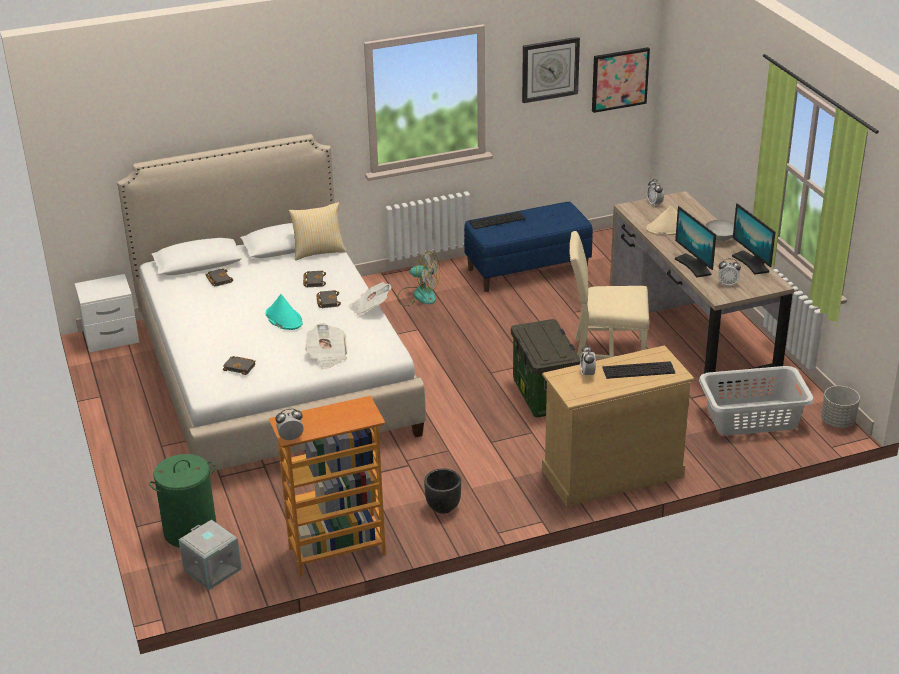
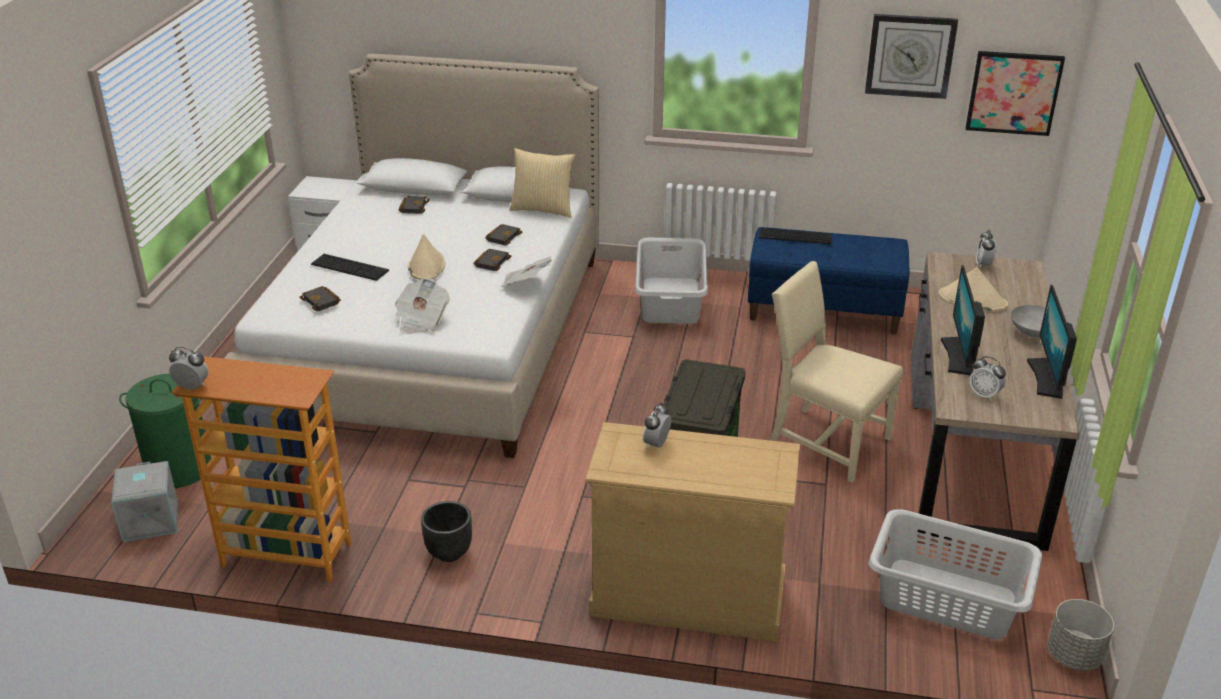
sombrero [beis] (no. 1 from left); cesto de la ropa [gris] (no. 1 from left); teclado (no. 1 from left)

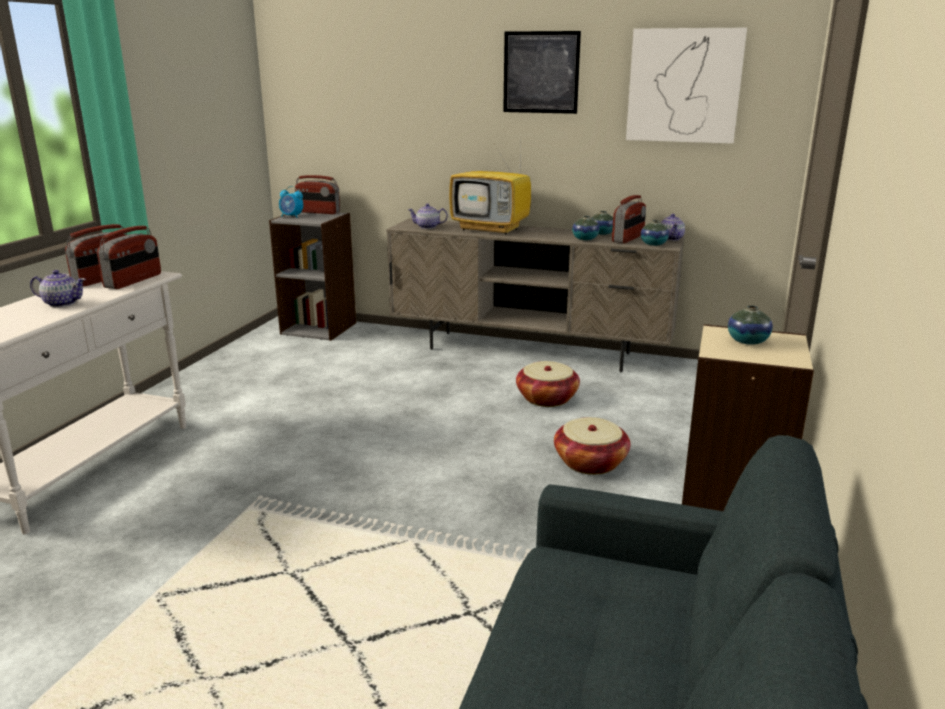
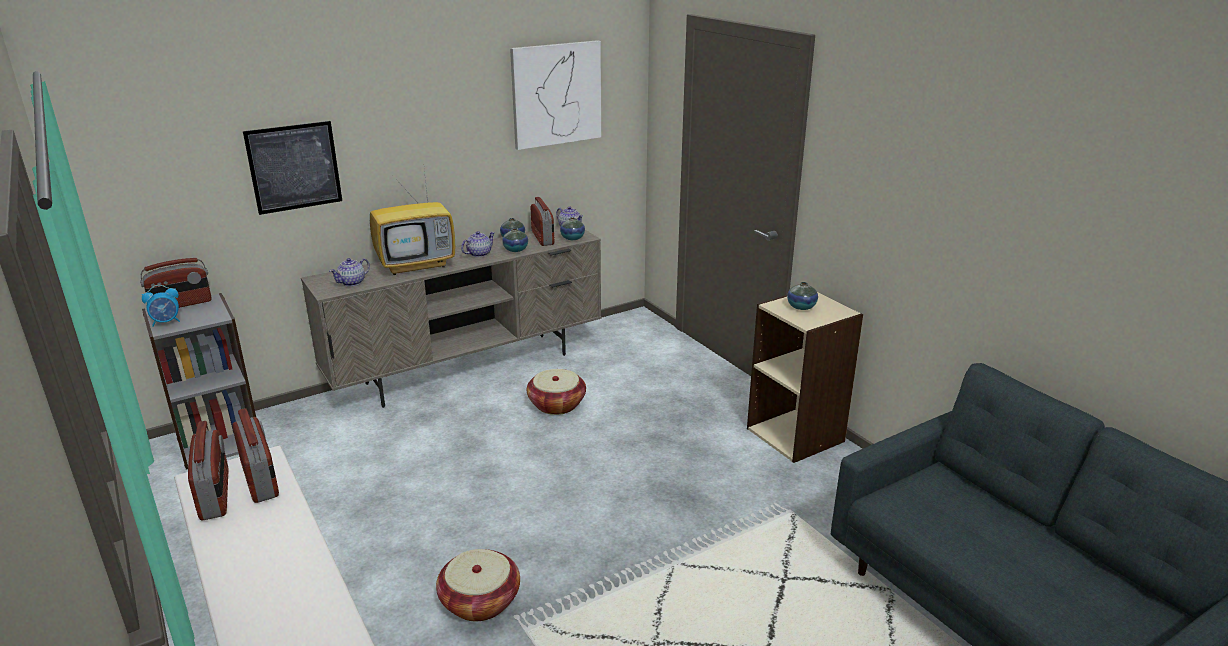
tetera (no. 2 from left); cuadro (no. 1 from left); cesta (no. 1 from left)

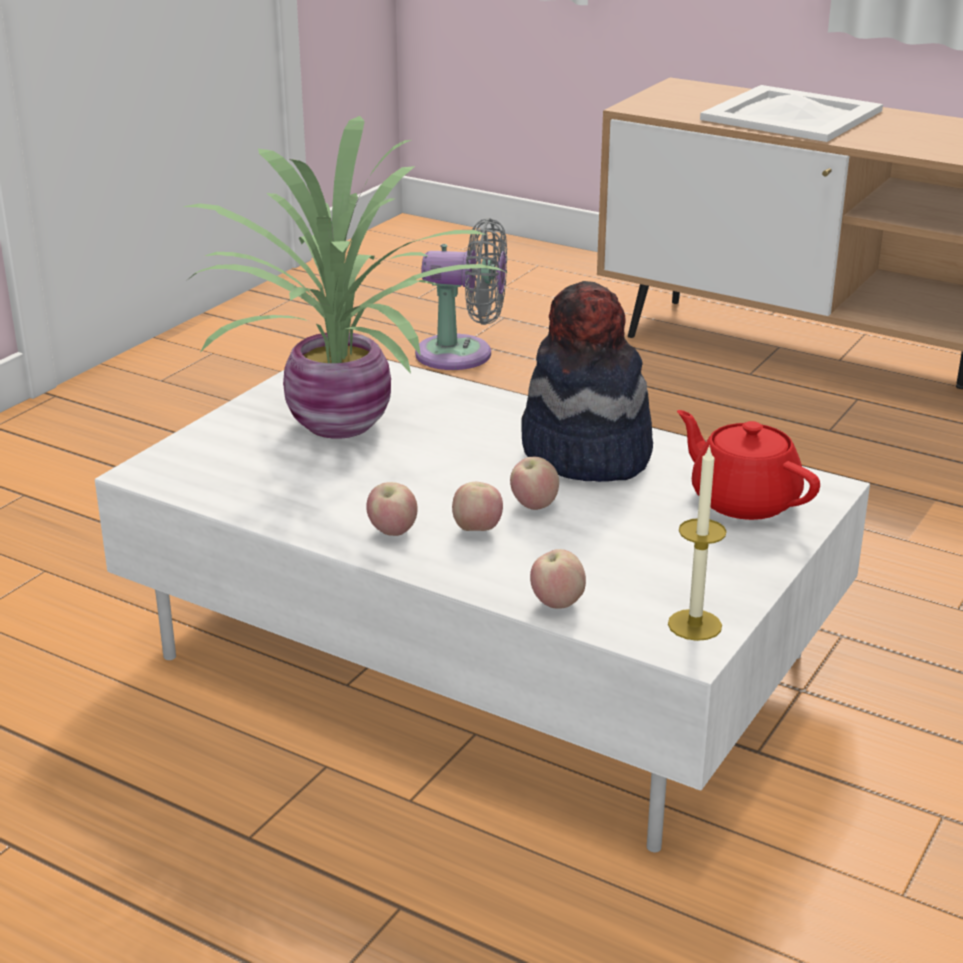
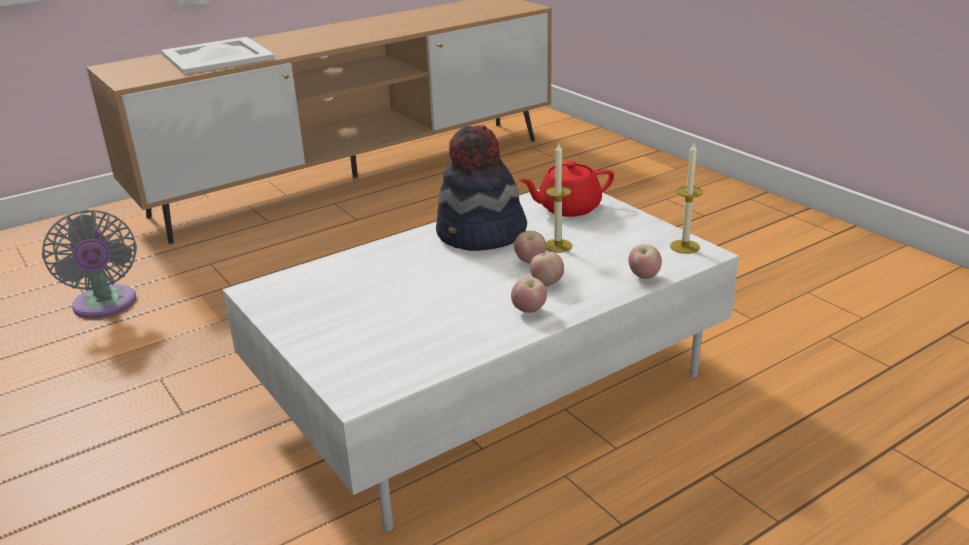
planta en maceta; ventilador [gris]; vela (no. 1 from left)

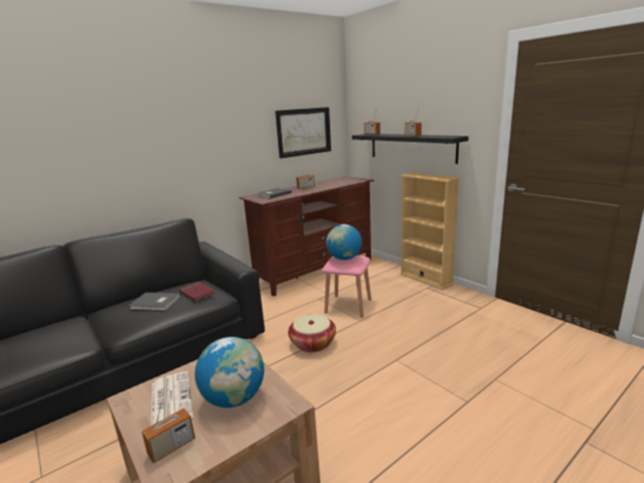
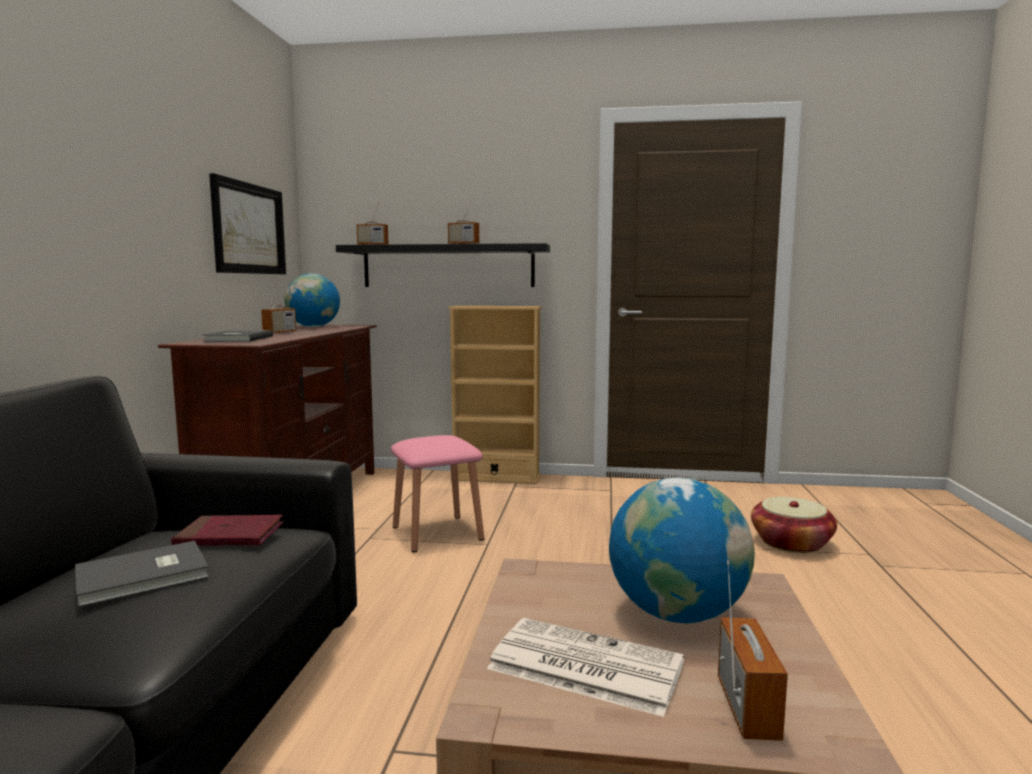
cesta; globo terráqueo (no. 1 from left)

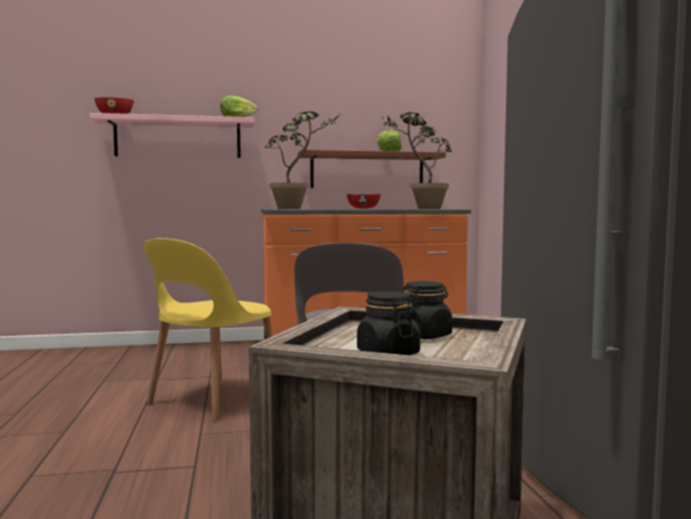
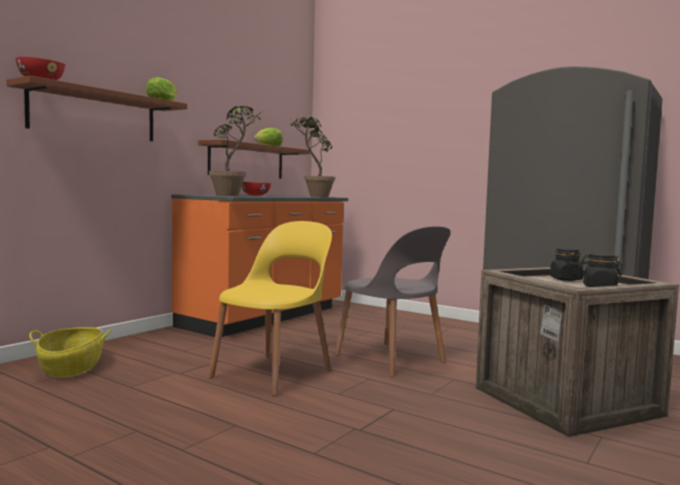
estante [marrón] (no. 1 from left); silla [amarillo]; cesta

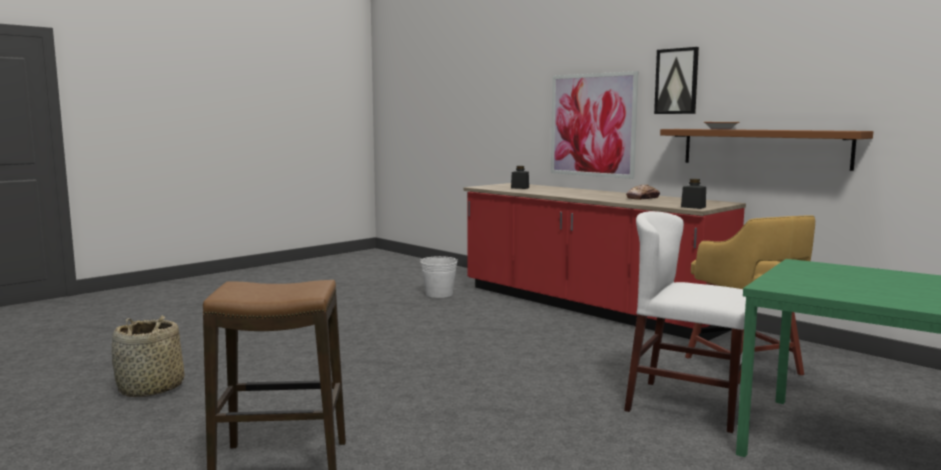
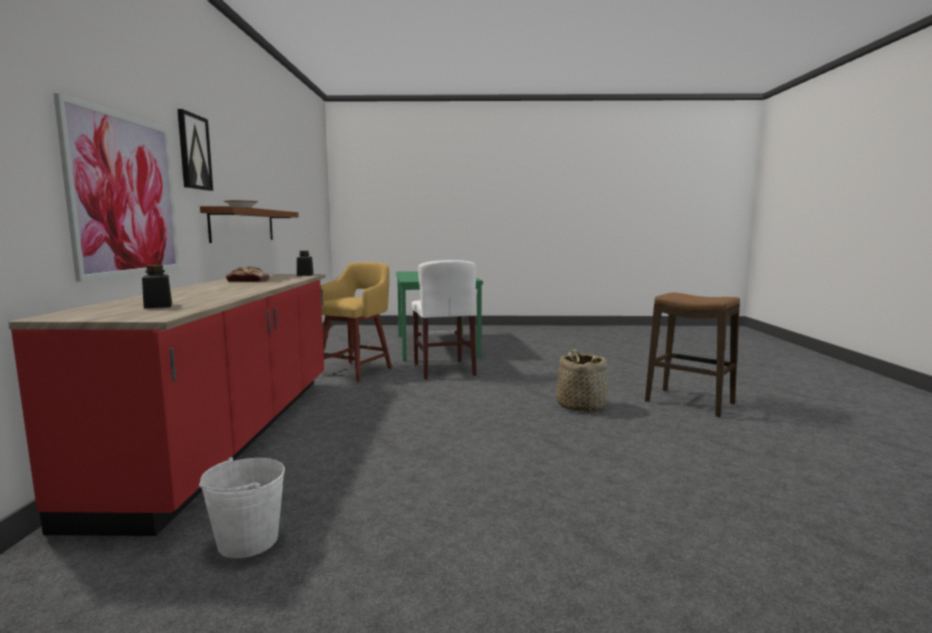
cesta

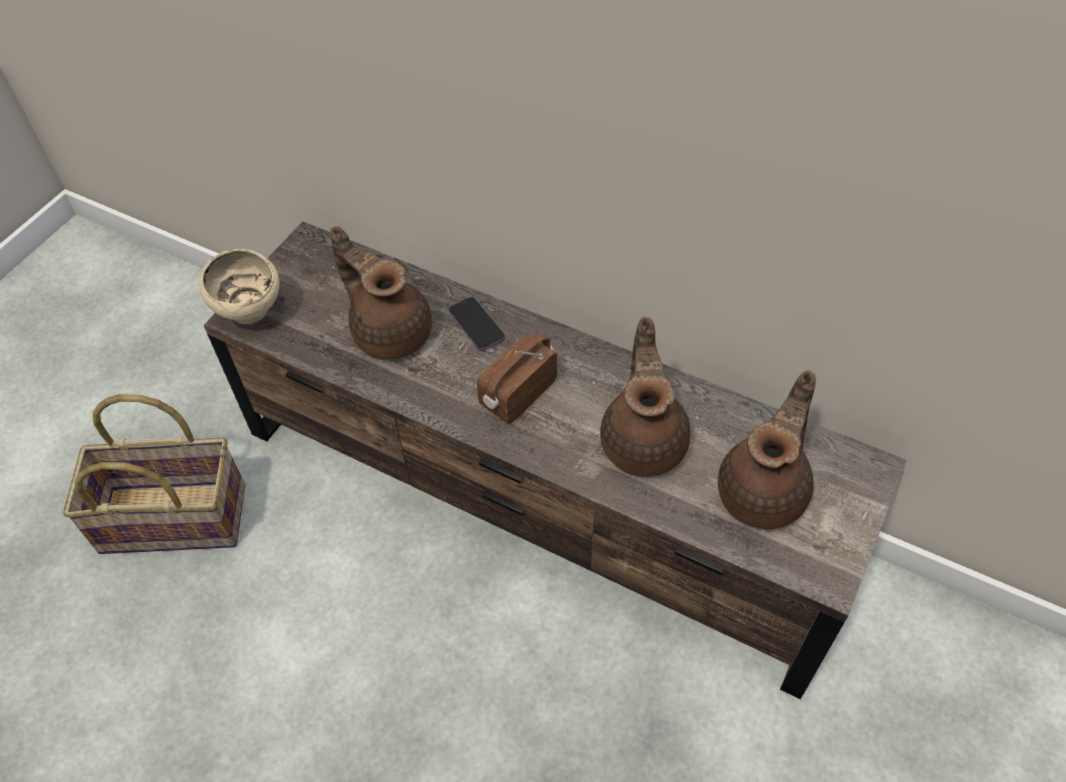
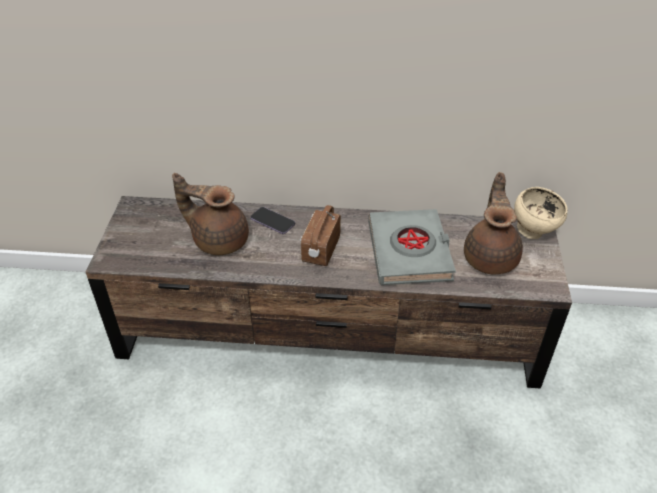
cesta; cuenco [beis]; libro [gris]

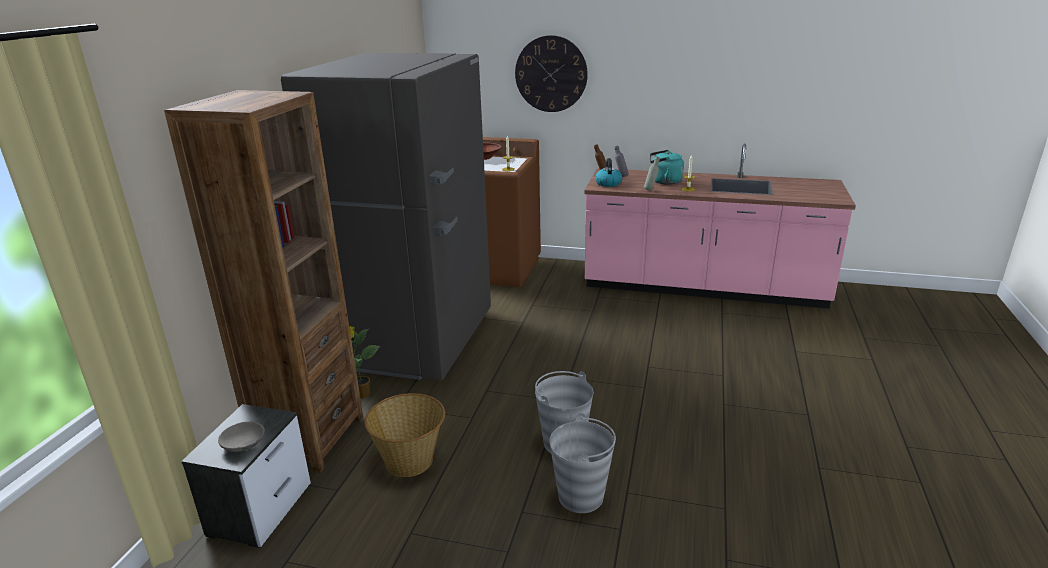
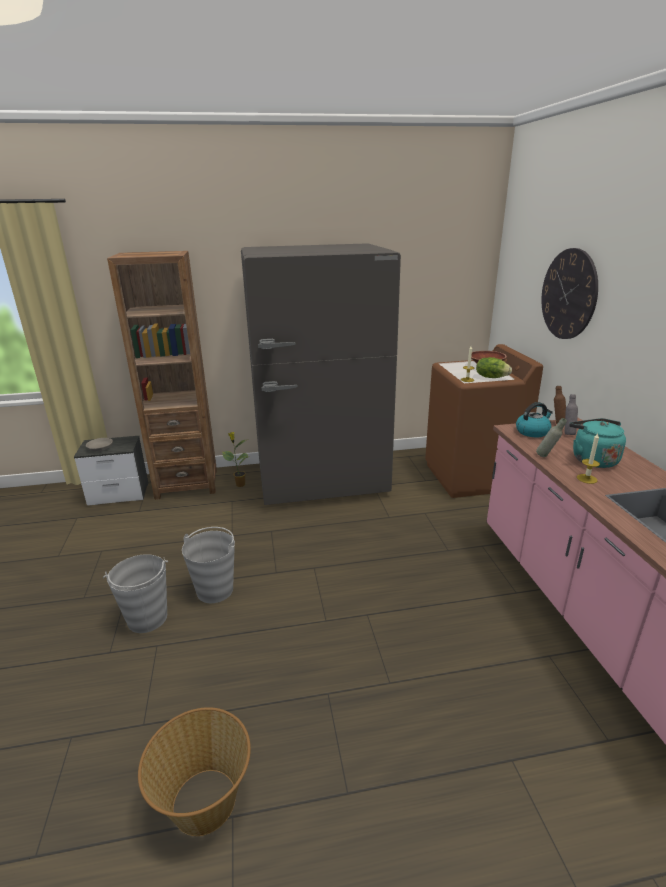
cesta; lechuga

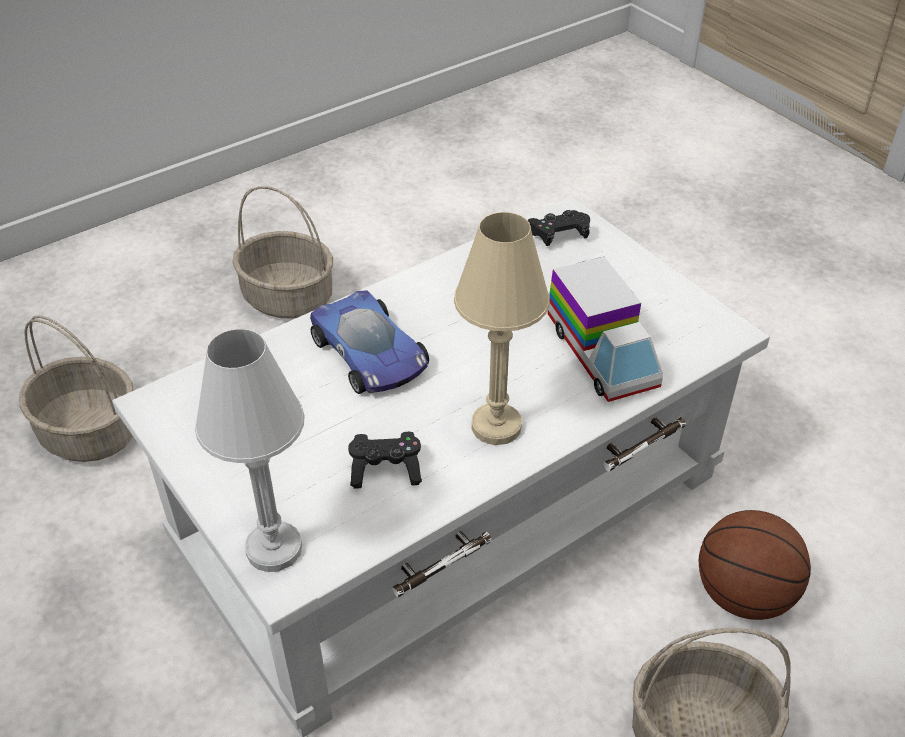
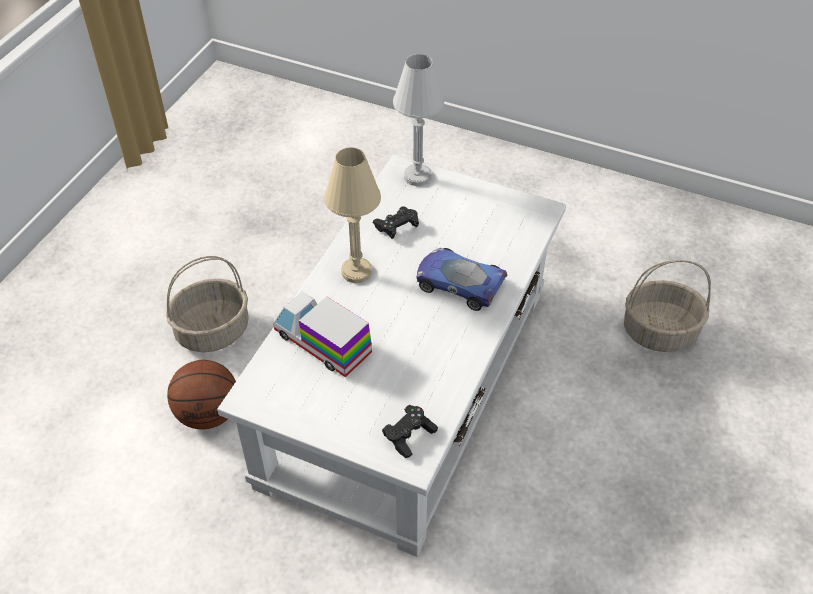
cesta (no. 2 from left in the first image)

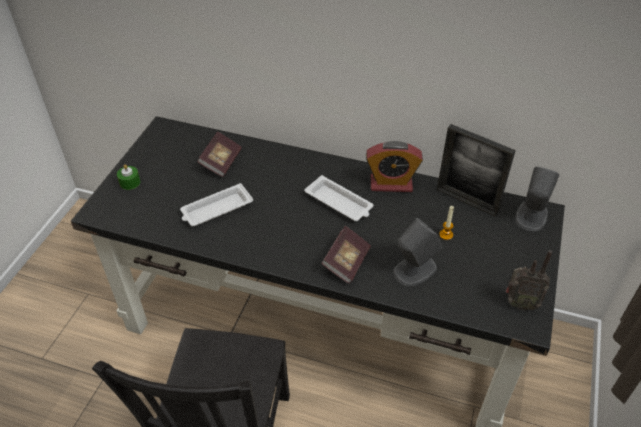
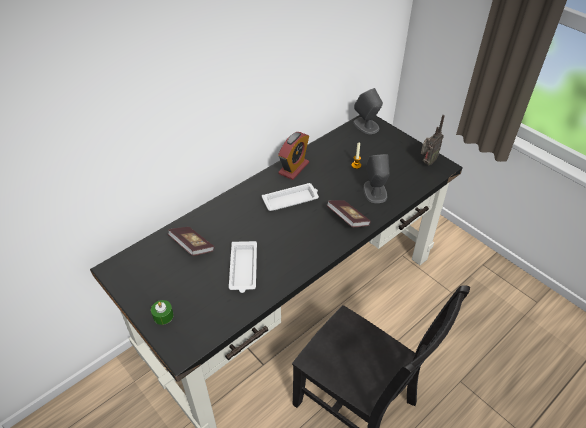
portarretratos

